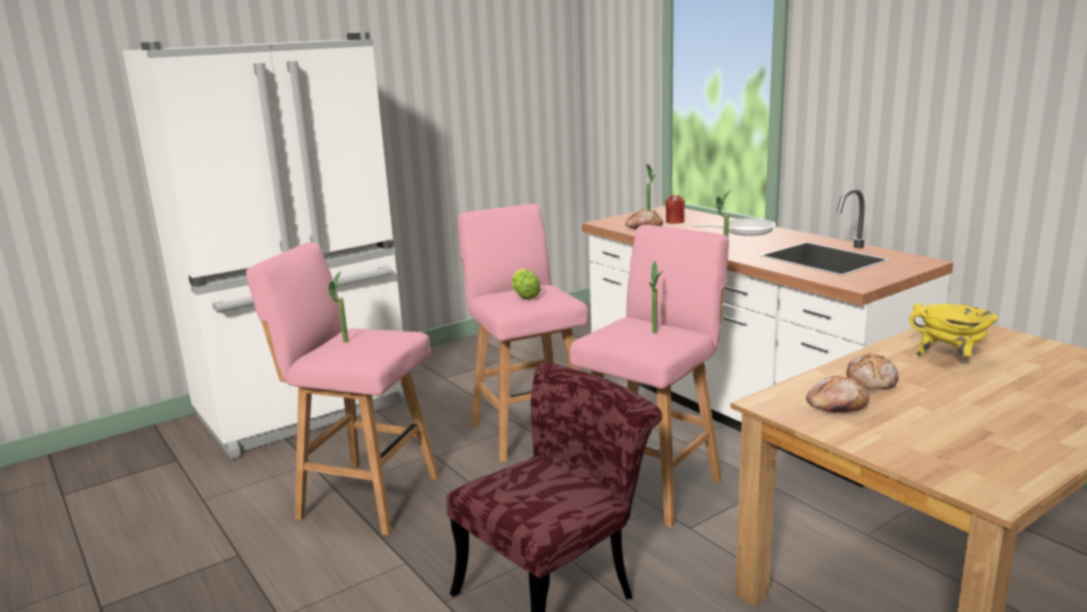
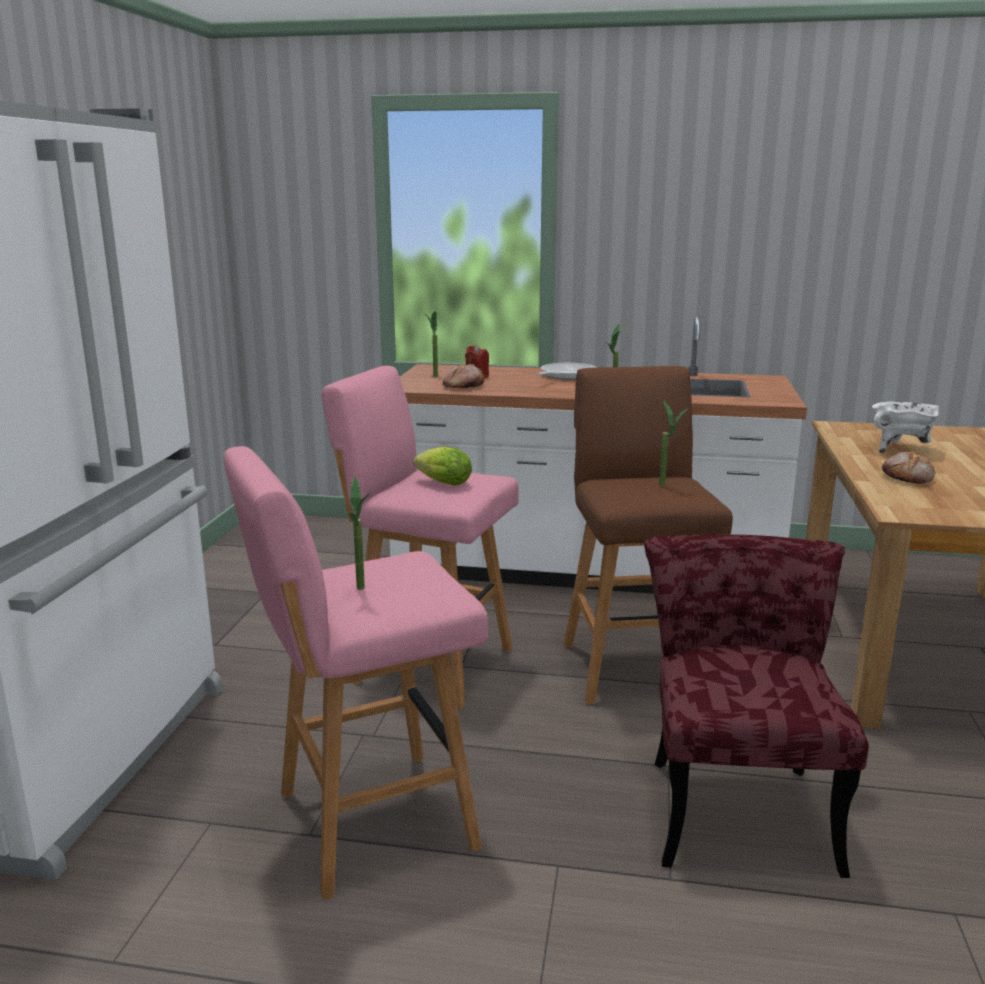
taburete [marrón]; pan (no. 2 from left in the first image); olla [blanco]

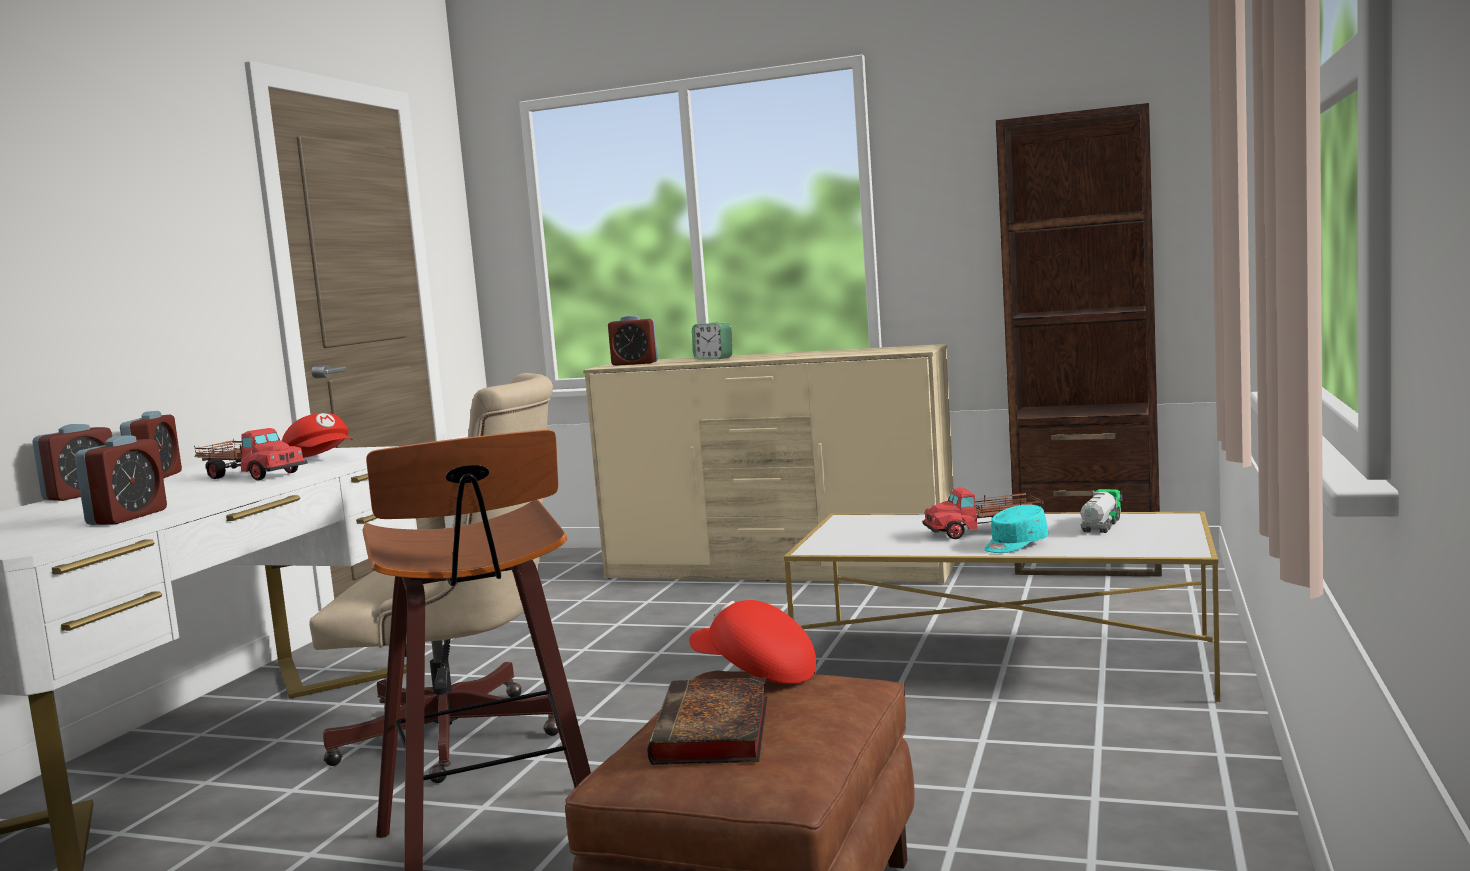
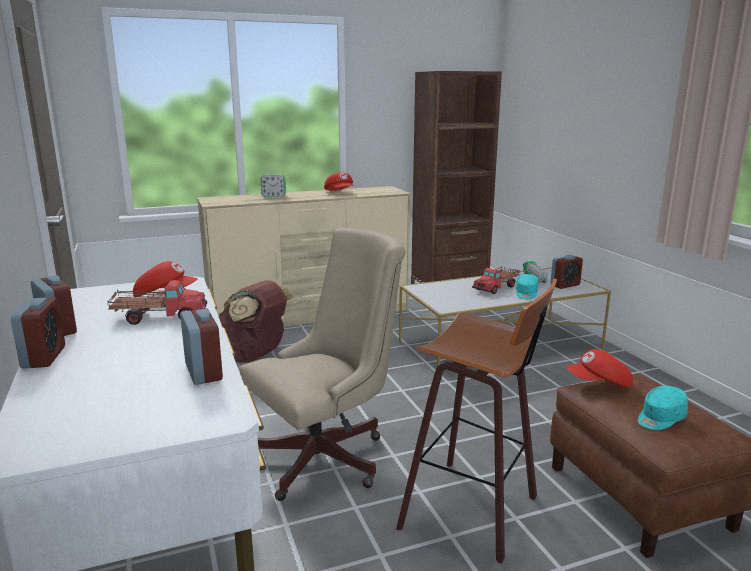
despertador (no. 5 from left); gorra [turquesa] (no. 2 from left); mochila [marrón]; gorra [rojo] (no. 2 from left)

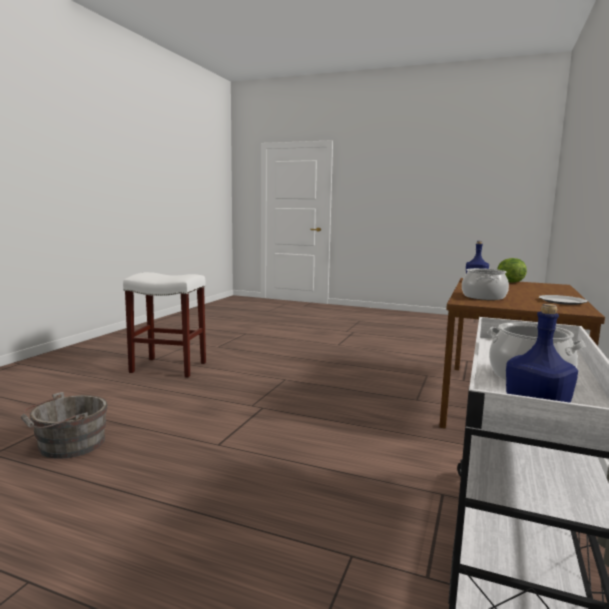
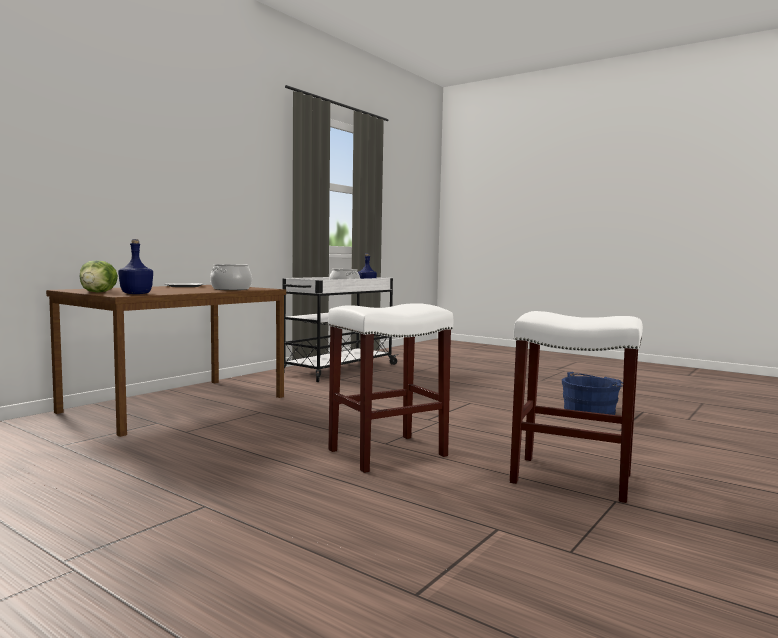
cubo [azul]; taburete [blanco] (no. 1 from left)

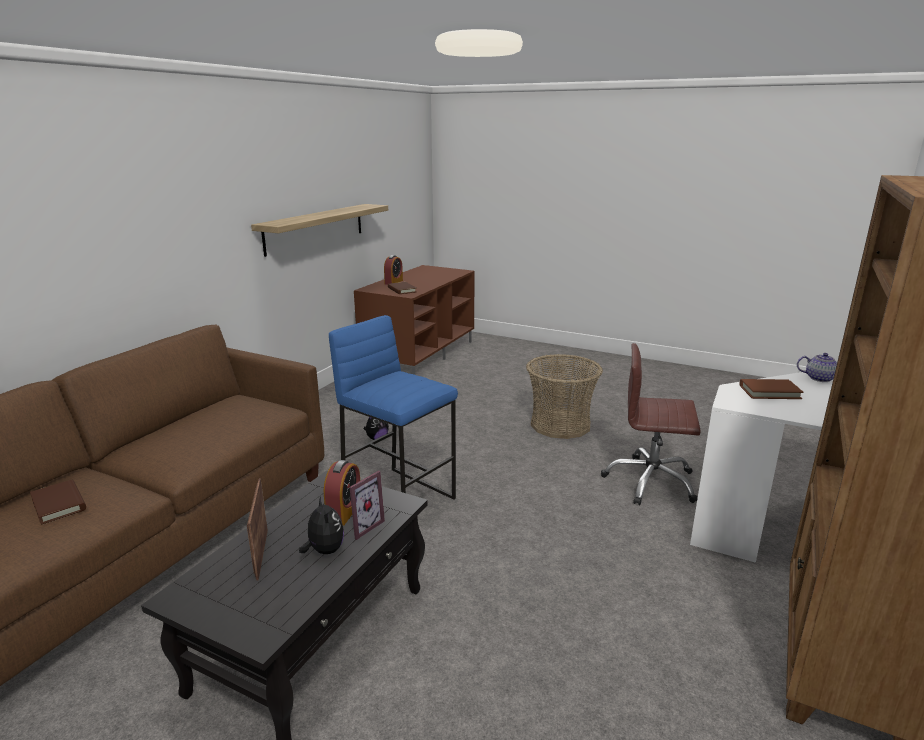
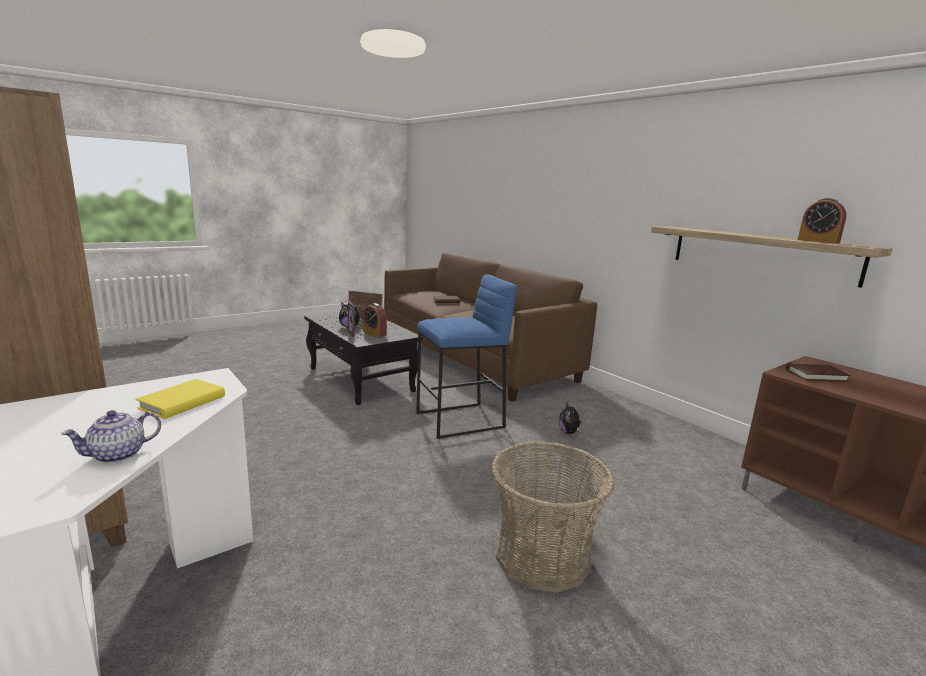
despertador (no. 2 from left); silla de oficina [marrón]; libro [amarillo]

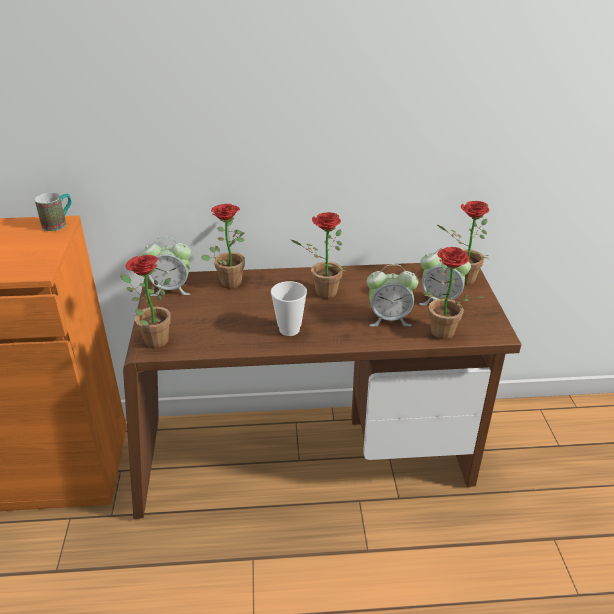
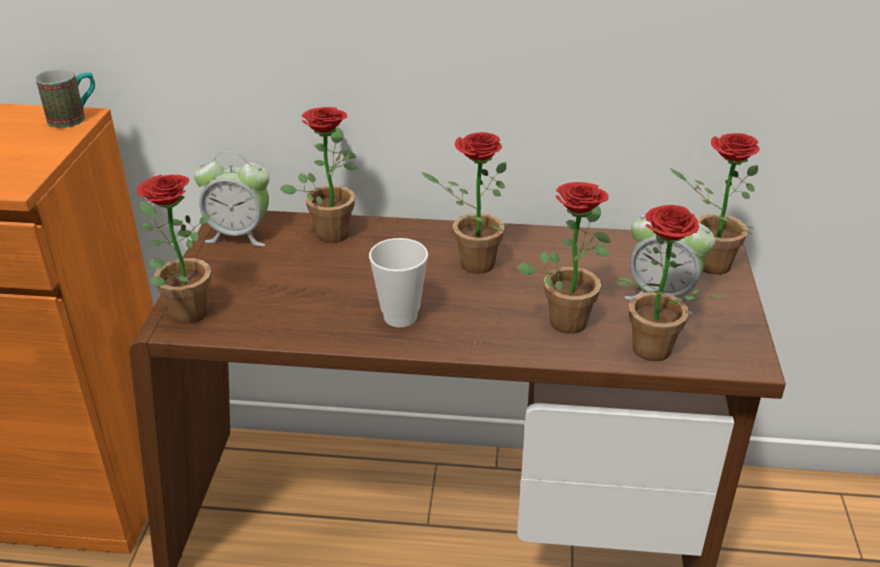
planta en maceta (no. 4 from left)

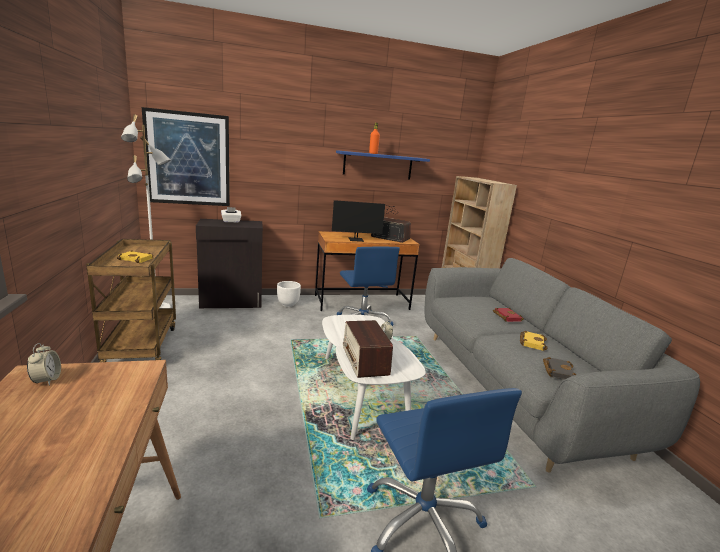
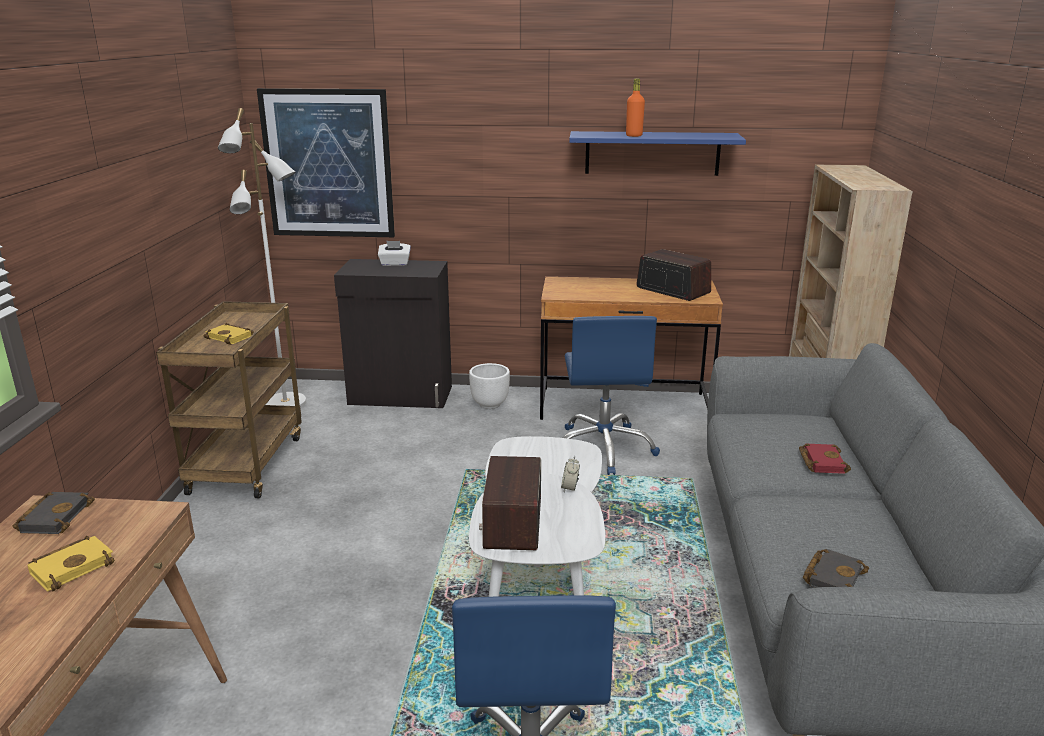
libro [negro] (no. 1 from left); monitor; libro [amarillo] (no. 1 from left)

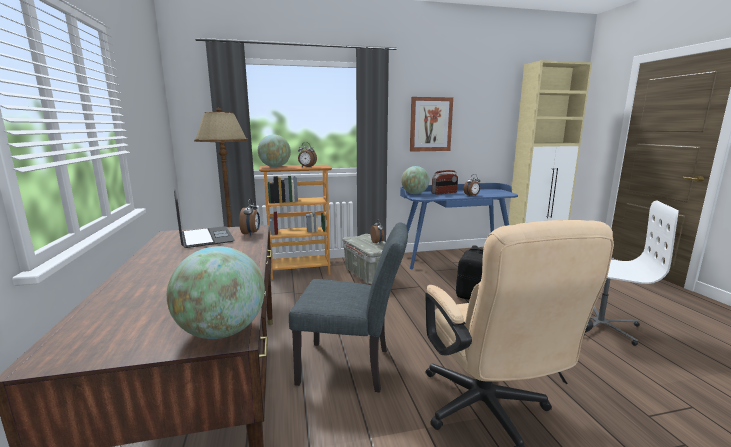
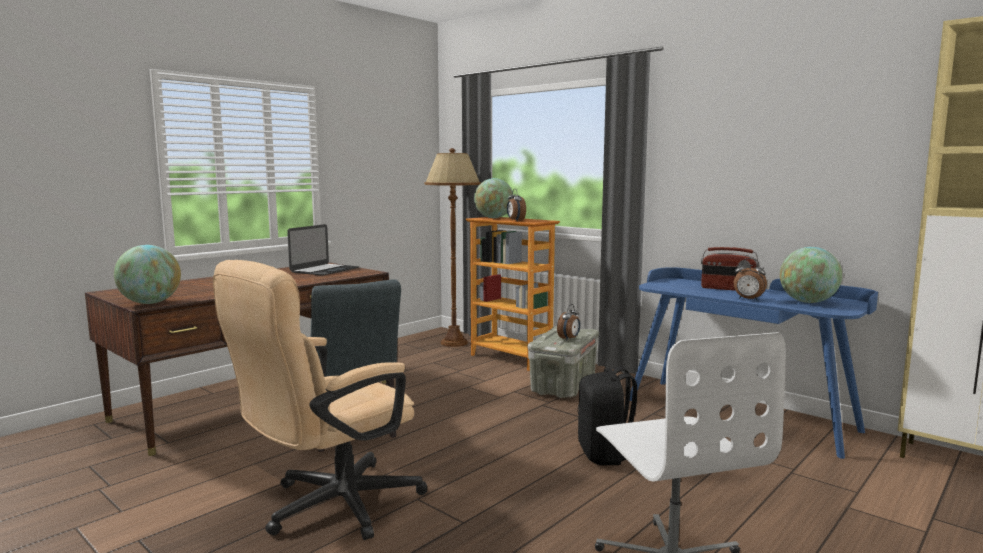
despertador (no. 1 from left in the first image); globo terráqueo (no. 3 from left); cuadro

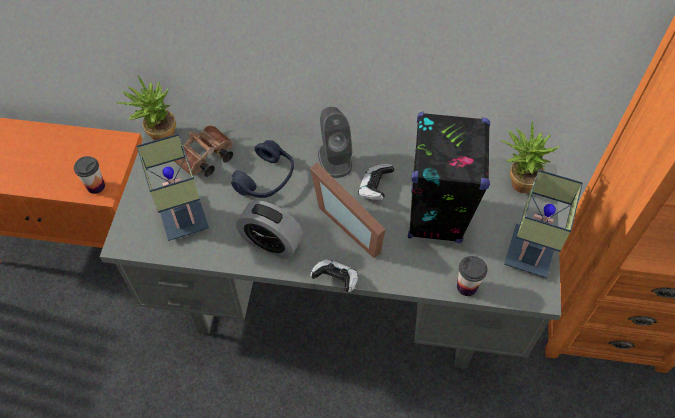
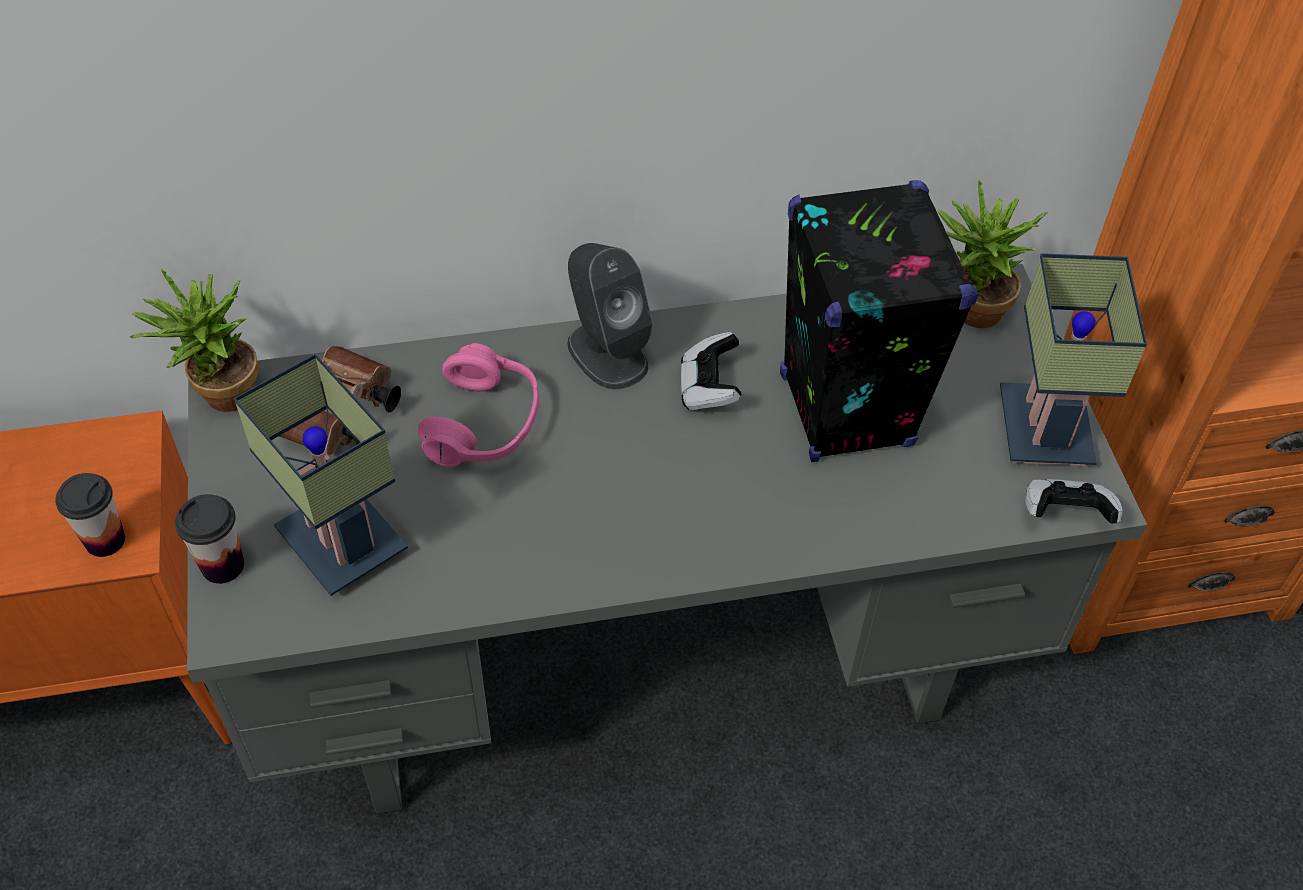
auriculares [rosa]; despertador; portarretratos; mando de consola (no. 2 from left); taza (no. 2 from left)

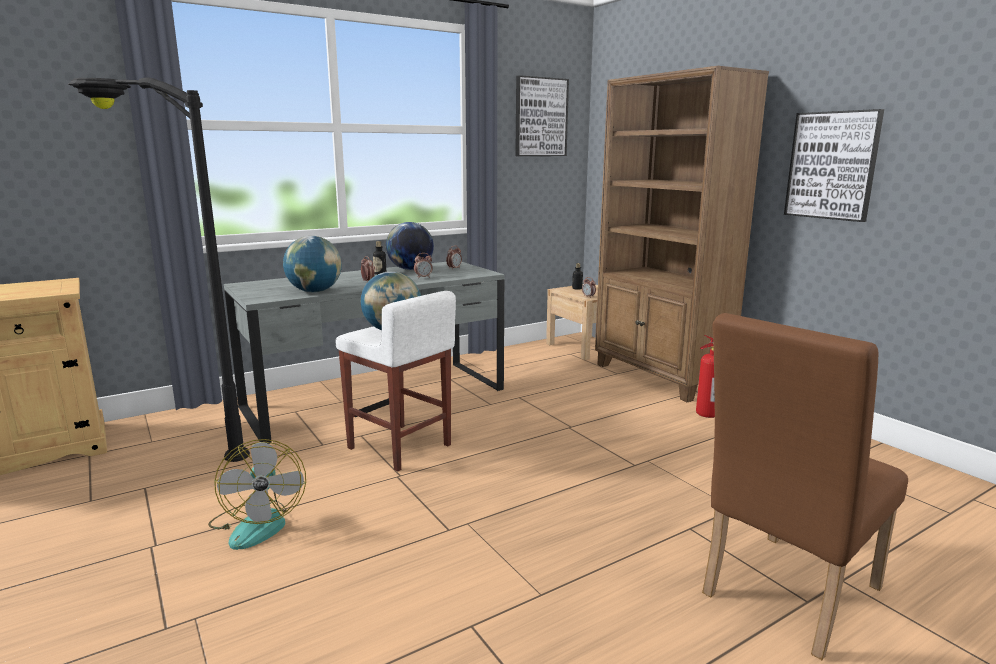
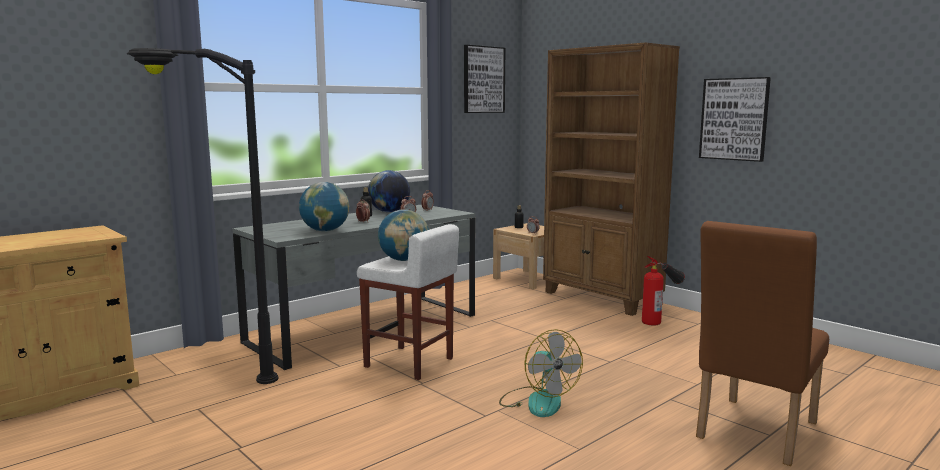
ventilador

